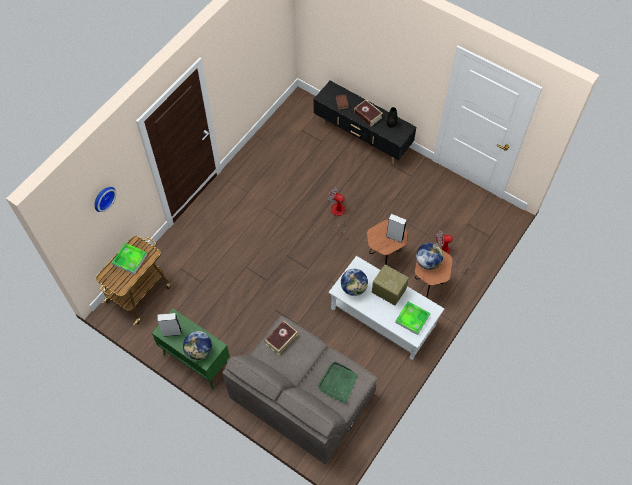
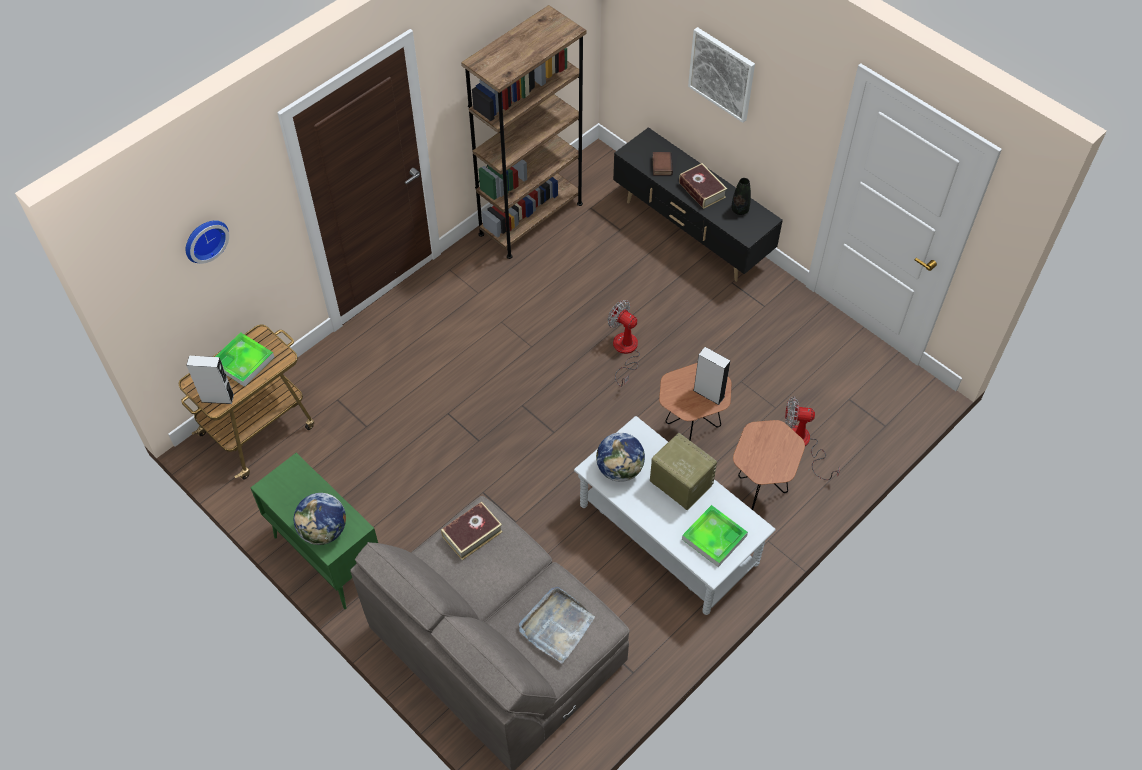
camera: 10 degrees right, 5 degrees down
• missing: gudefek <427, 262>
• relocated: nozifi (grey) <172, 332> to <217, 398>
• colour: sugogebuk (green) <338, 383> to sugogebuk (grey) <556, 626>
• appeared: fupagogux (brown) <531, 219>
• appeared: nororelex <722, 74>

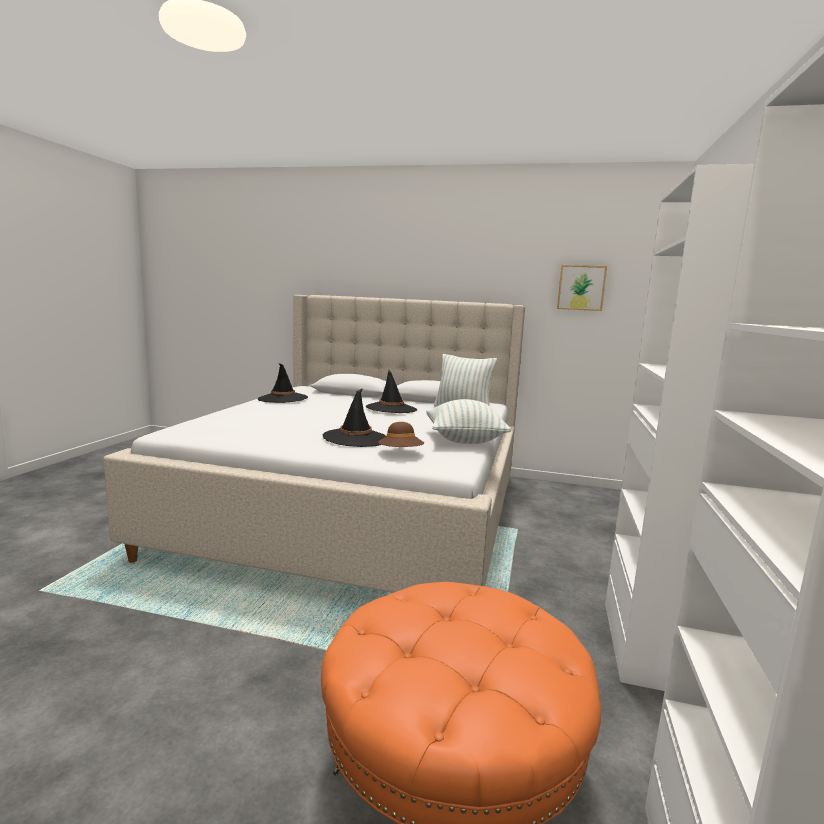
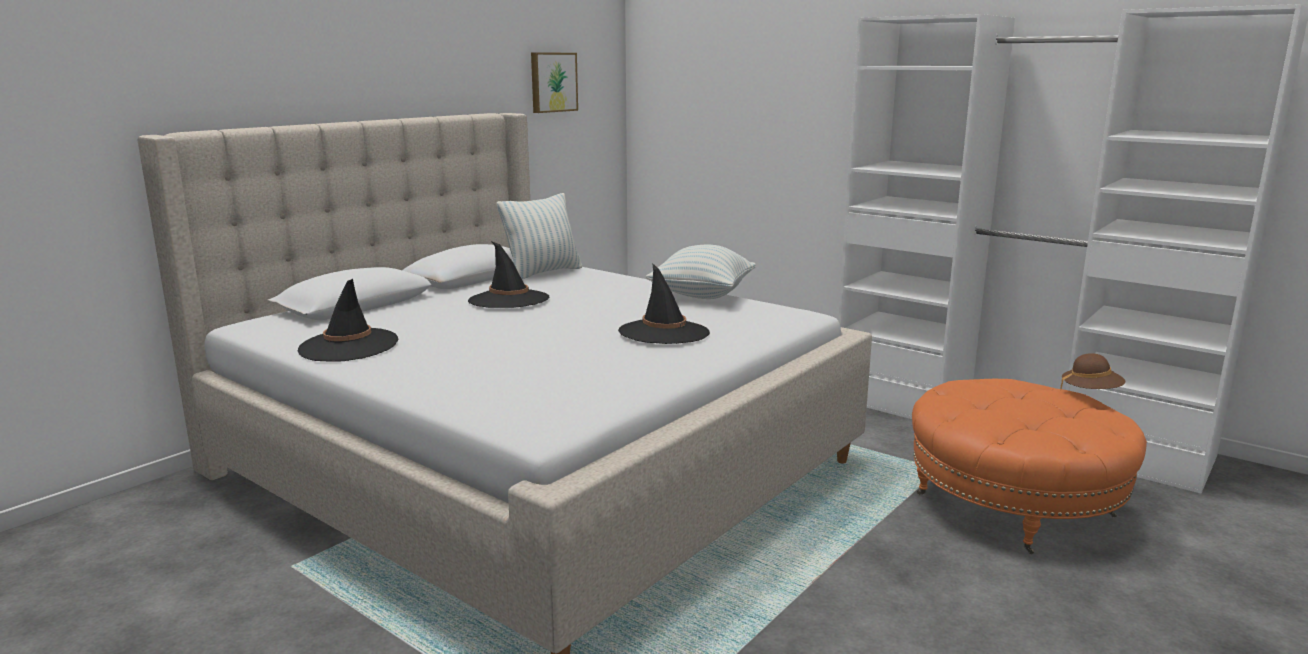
camera: 65 degrees left, 5 degrees up
• relocated: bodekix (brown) <400, 453> to <1090, 392>

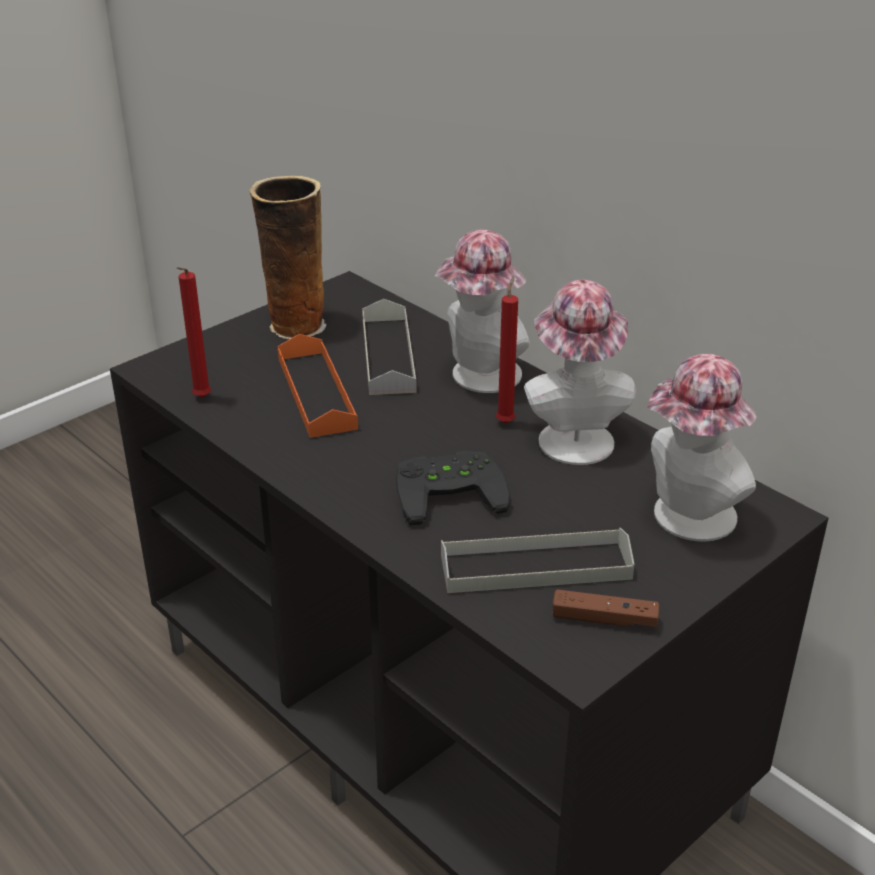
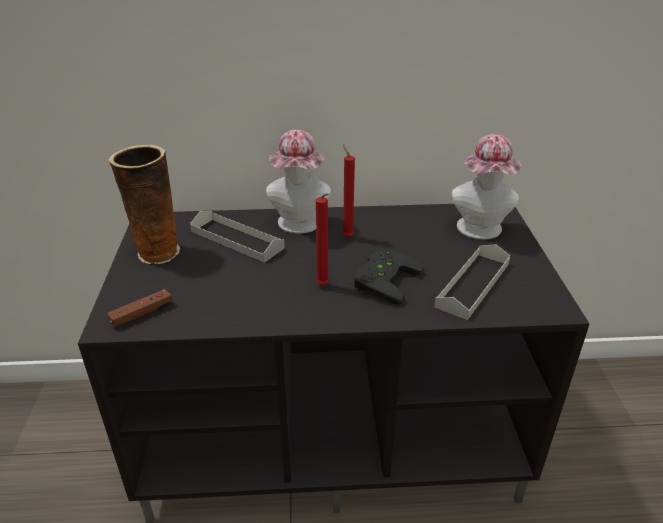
camera: 50 degrees left, 0 degrees up
• relocated: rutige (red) <200, 399> to <323, 286>
• missing: bodekix <573, 436>
• missing: sugogebuk (orange) <316, 392>
• relocated: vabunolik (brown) <604, 619> to <142, 313>

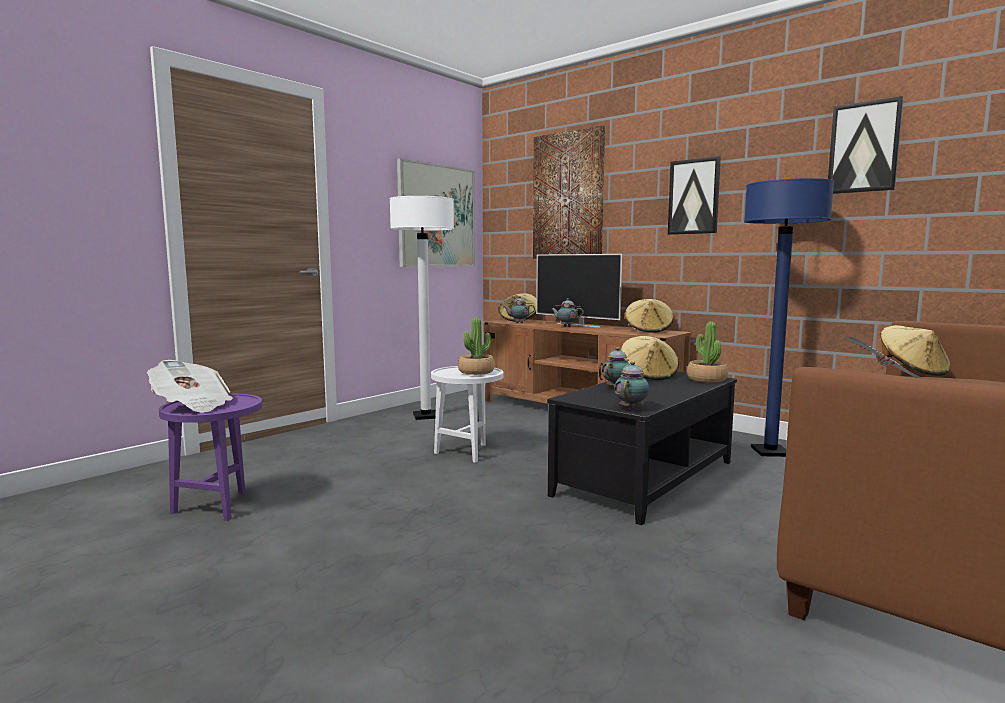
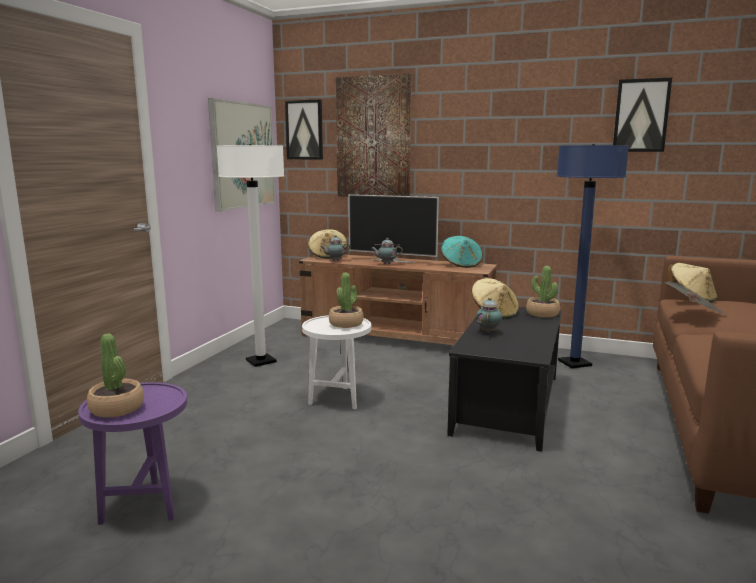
camera: 20 degrees left, 5 degrees up
• relocated: nororelex <694, 197> to <304, 130>
• colour: bodekix (beige) <648, 330> to bodekix (turquoise) <461, 264>
• exchanged: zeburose <192, 405> to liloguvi <117, 408>
• missing: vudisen <632, 408>

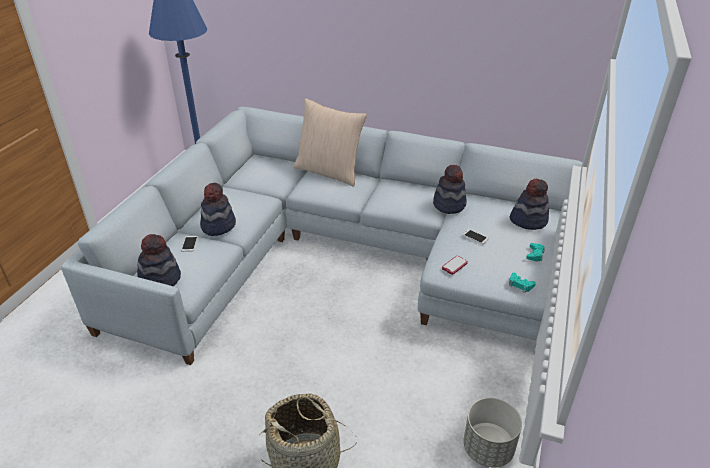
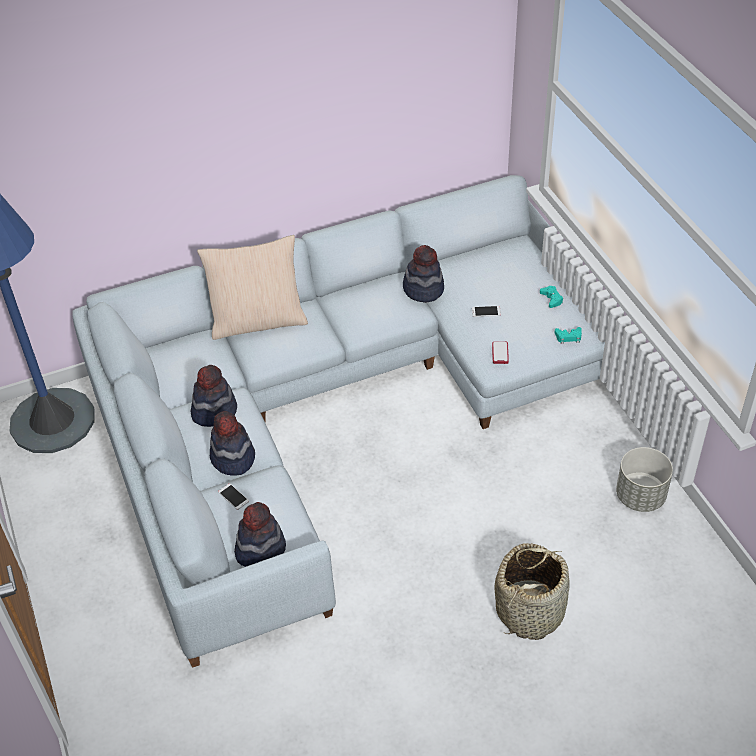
camera: 40 degrees left, 10 degrees up
• relocated: bodekix <528, 220> to <214, 411>

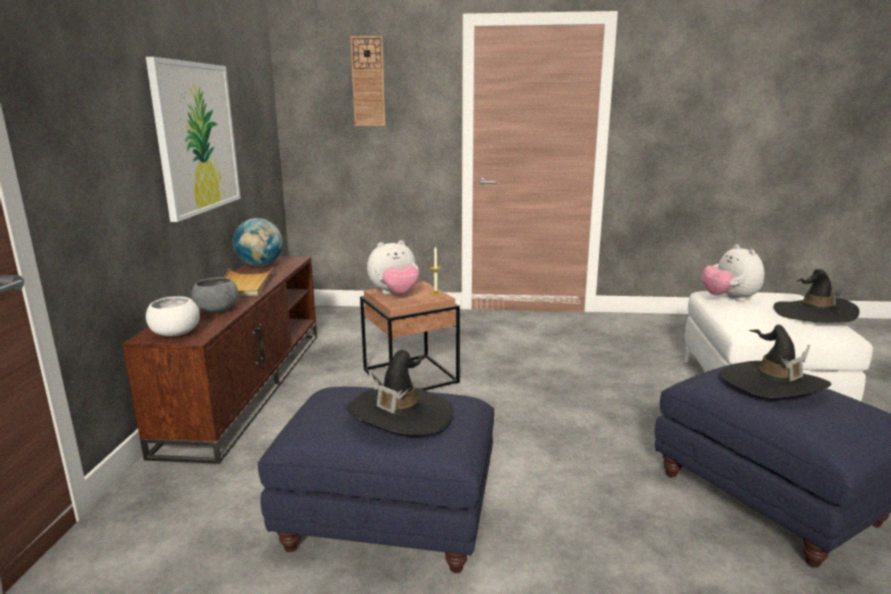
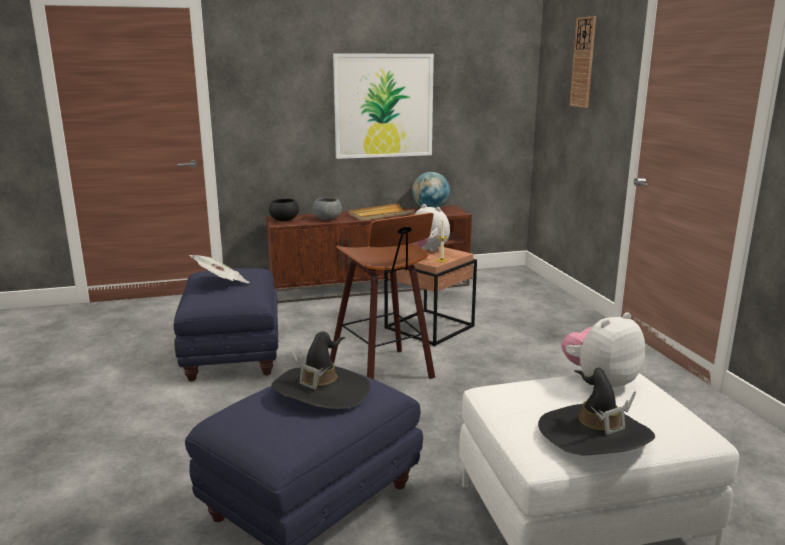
camera: 70 degrees right, 0 degrees up
• colour: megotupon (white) <175, 333> to megotupon (black) <284, 220>
• exchanged: bodekix (black) <400, 414> to zeburose <222, 283>
• appeared: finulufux <385, 374>

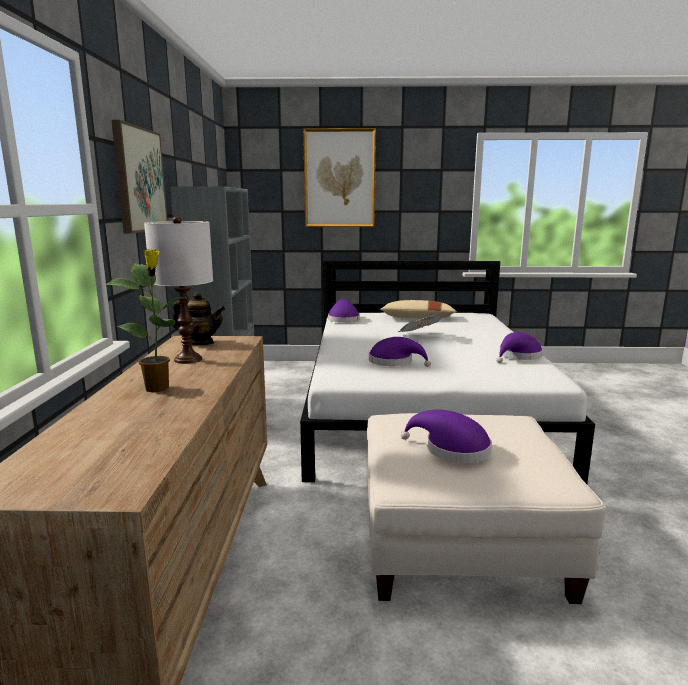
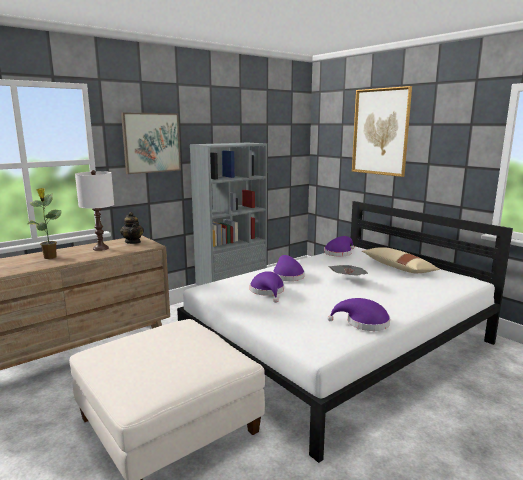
camera: 50 degrees right, 0 degrees up
• relocated: bodekix (purple) <451, 449> to <287, 276>

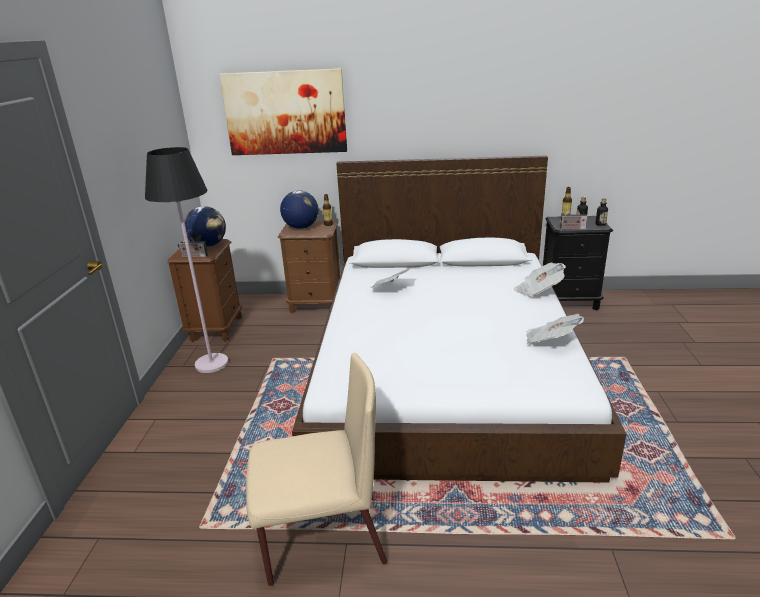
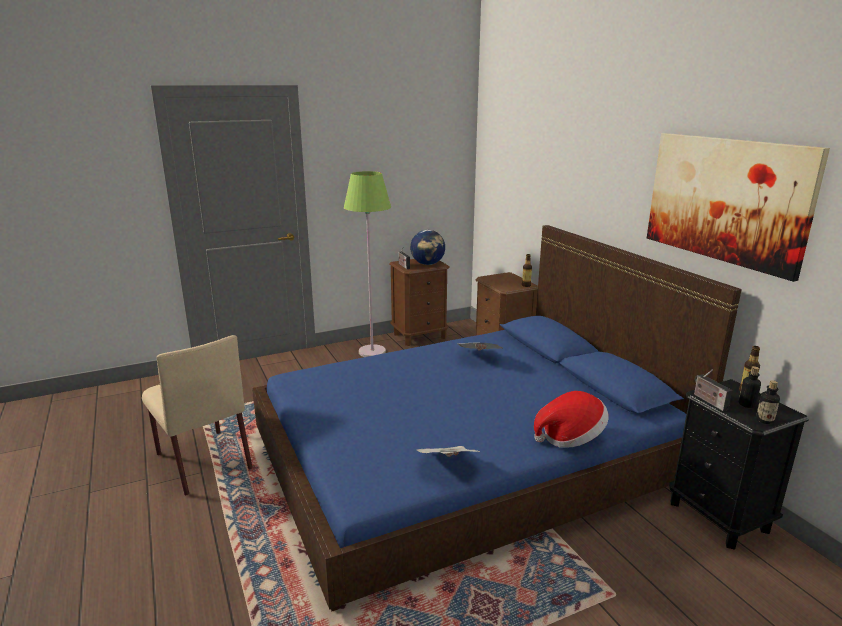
camera: 60 degrees right, 5 degrees down
• relocated: nororelex <285, 113> to <726, 200>
• colour: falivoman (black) <212, 363> to falivoman (green) <372, 352>
• colour: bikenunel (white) <445, 364> to bikenunel (blue) <466, 455>
• missing: gudefek <301, 227>
• exchanged: zeburose <538, 291> to bodekix <570, 437>

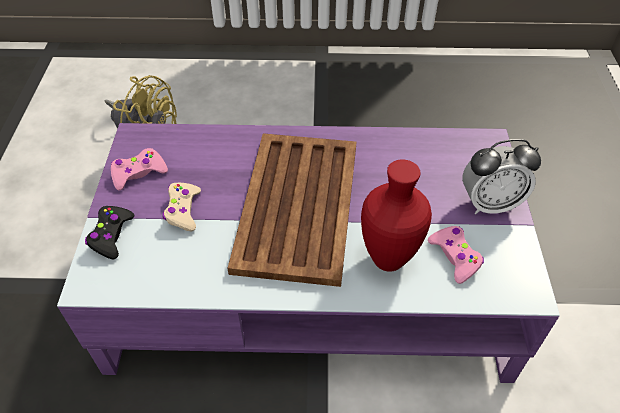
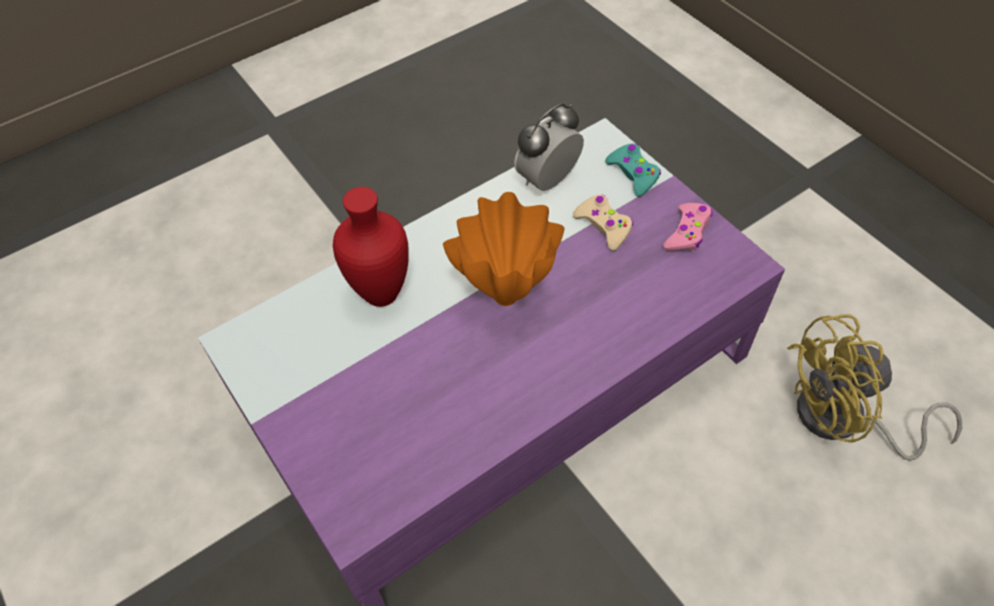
camera: 145 degrees right, 5 degrees up
• exchanged: sugogebuk (brown) <298, 204> to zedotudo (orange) <508, 296>
• relocated: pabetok <489, 204> to <548, 180>
• colour: vabunolik (black) <111, 236> to vabunolik (turquoise) <633, 174>
• missing: vabunolik (pink) <455, 257>

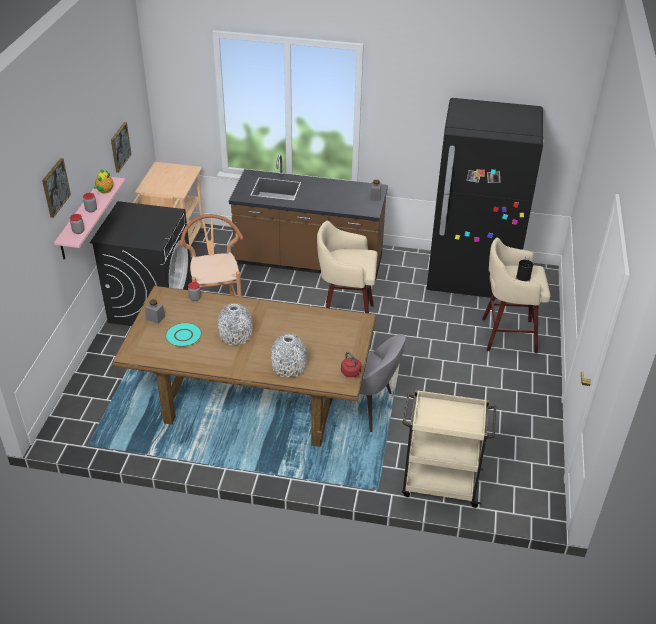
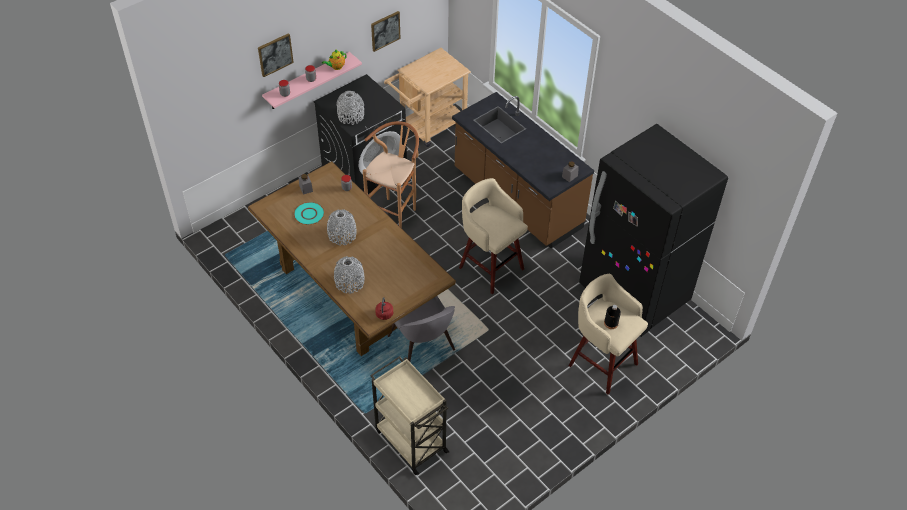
camera: 40 degrees right, 10 degrees up
• appeared: zedotudo (grey) <351, 116>

